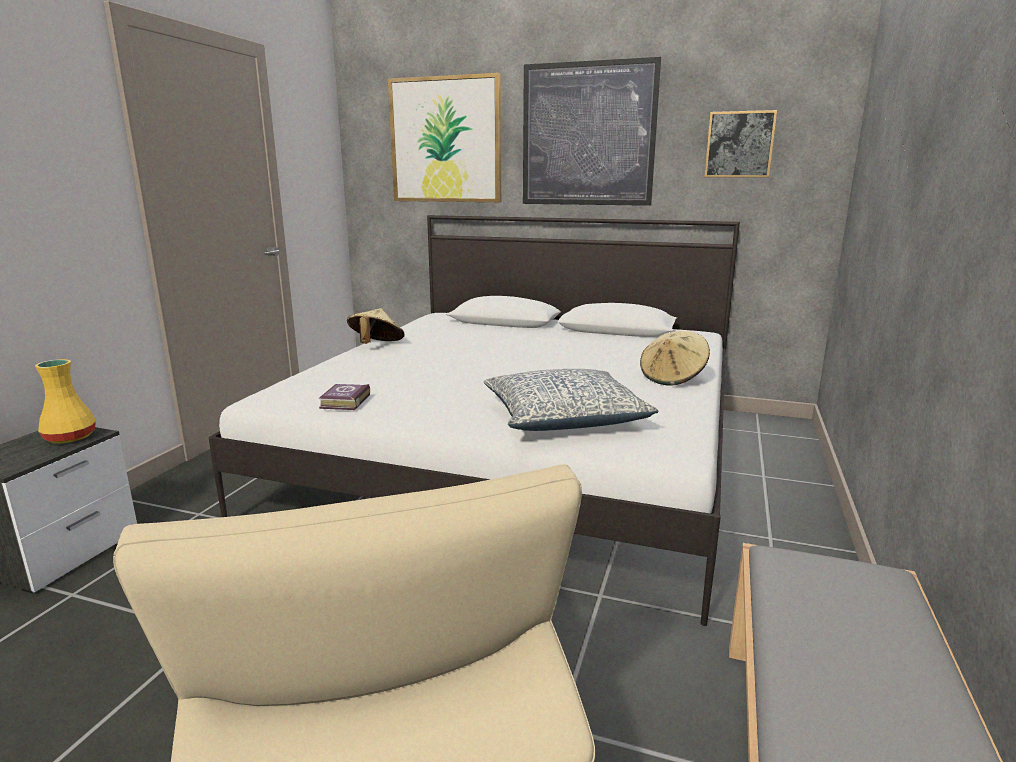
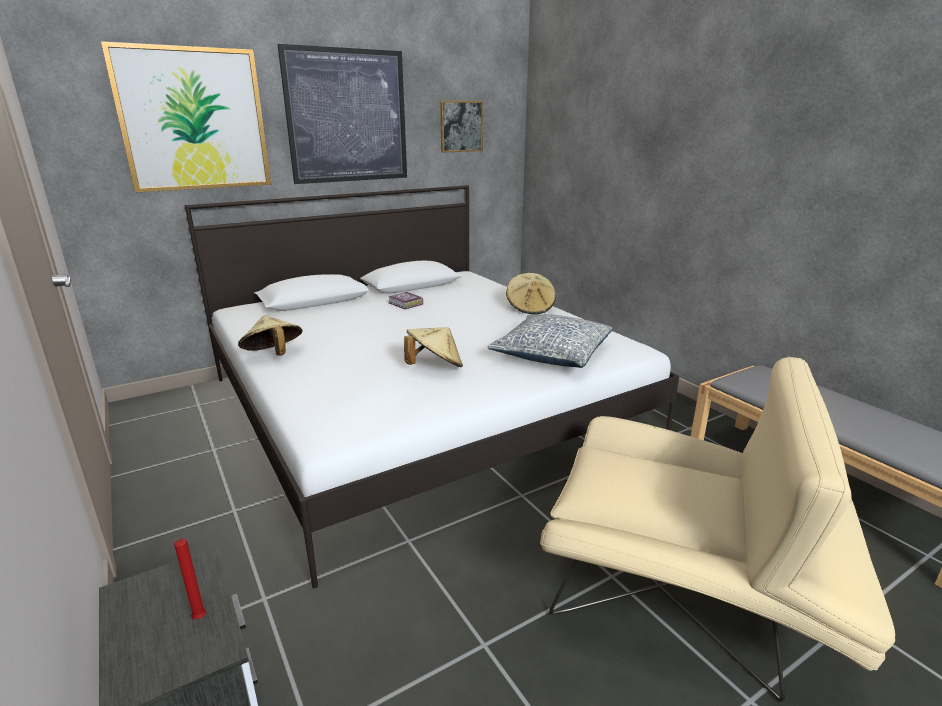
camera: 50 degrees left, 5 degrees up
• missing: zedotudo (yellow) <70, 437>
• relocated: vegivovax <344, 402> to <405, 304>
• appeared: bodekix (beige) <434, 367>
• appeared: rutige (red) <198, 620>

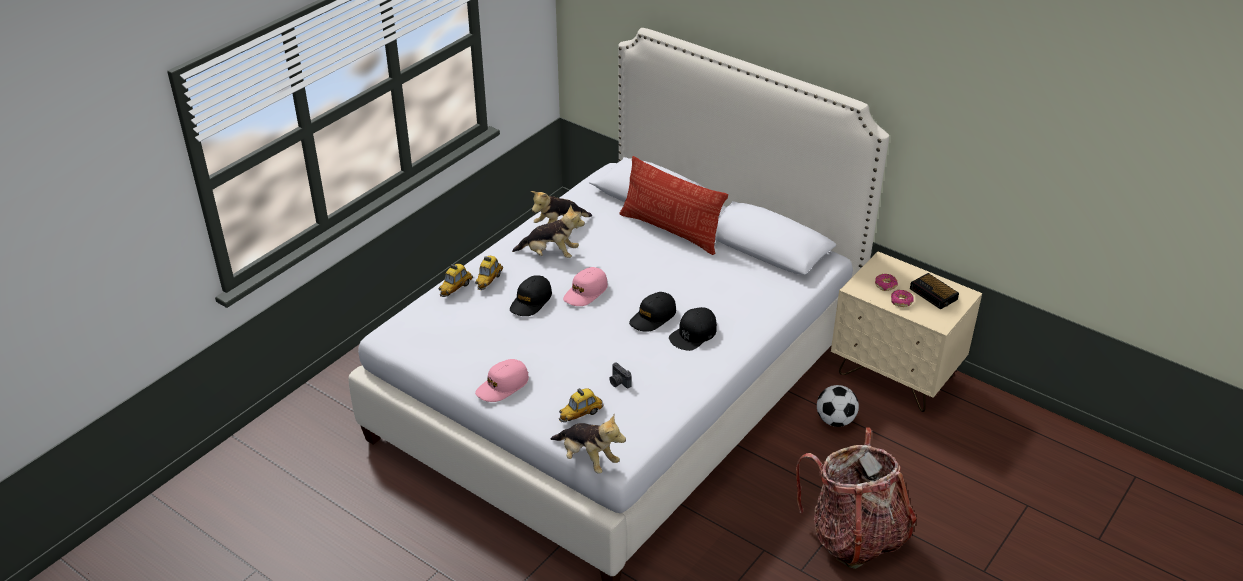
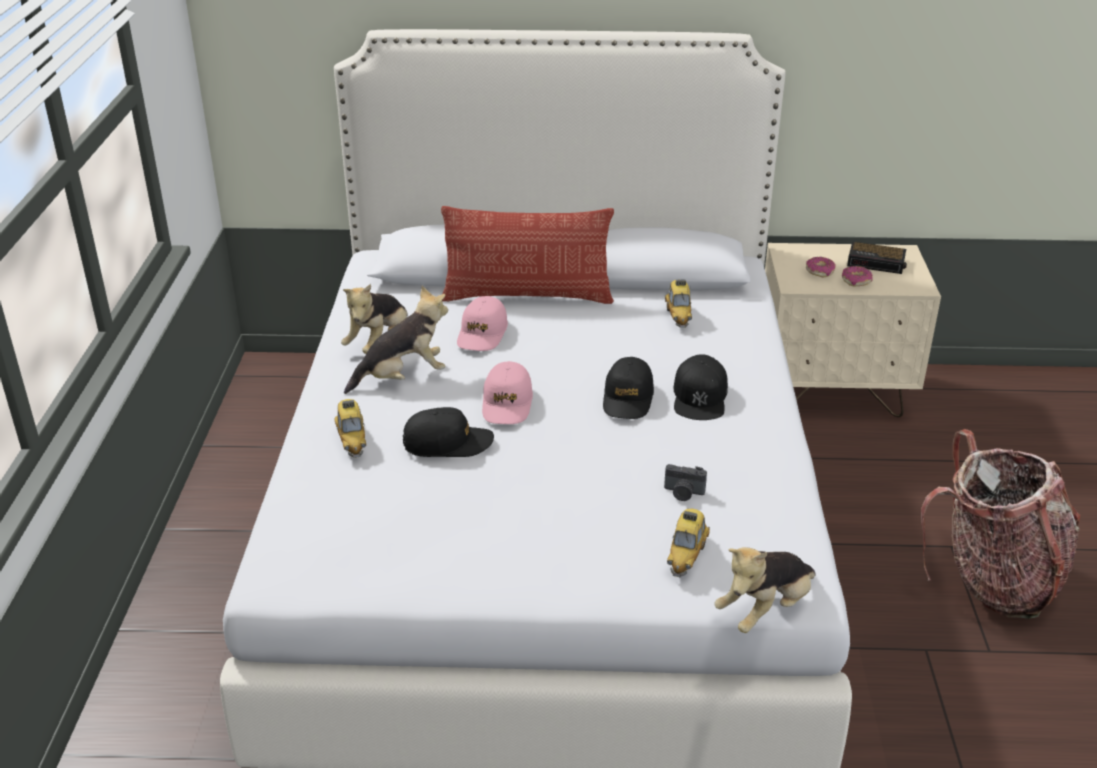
camera: 35 degrees left, 5 degrees down
• relocated: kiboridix <455, 288> to <678, 316>
• spun: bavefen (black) <531, 301> = <447, 443> 90 degrees counterclockwise
• relocated: bavefen (pink) <502, 386> to <482, 334>
• missing: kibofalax <835, 420>
• spun: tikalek <587, 458> = <765, 610> 135 degrees clockwise

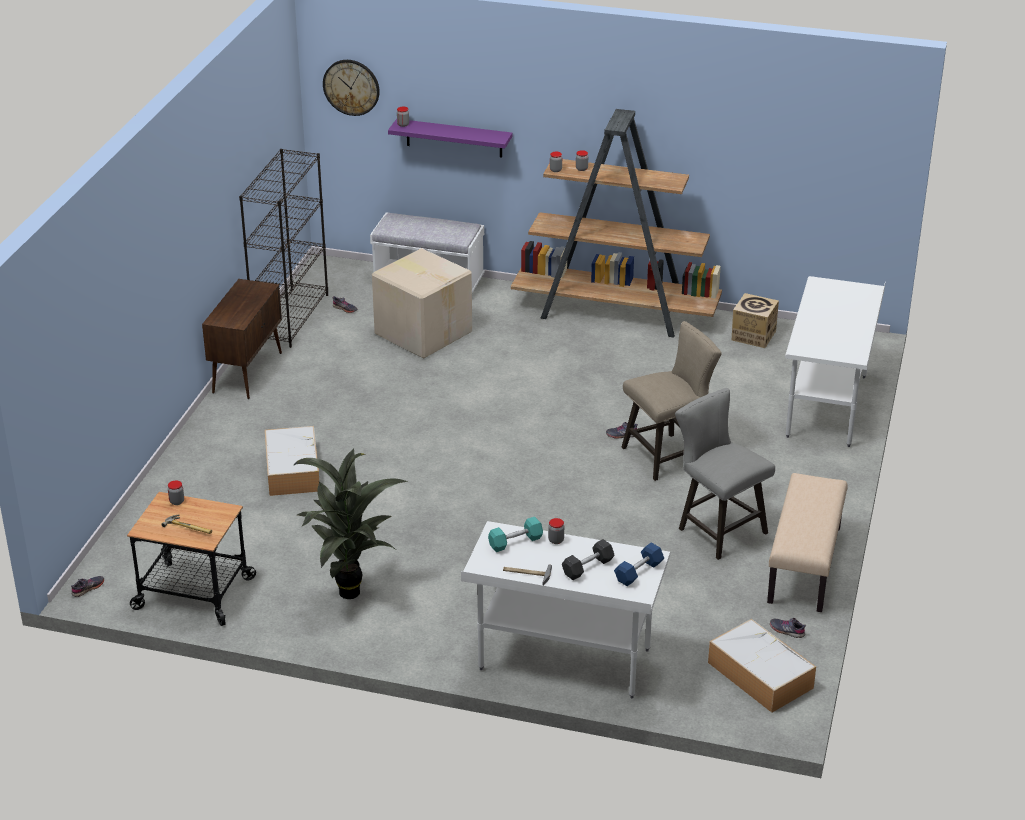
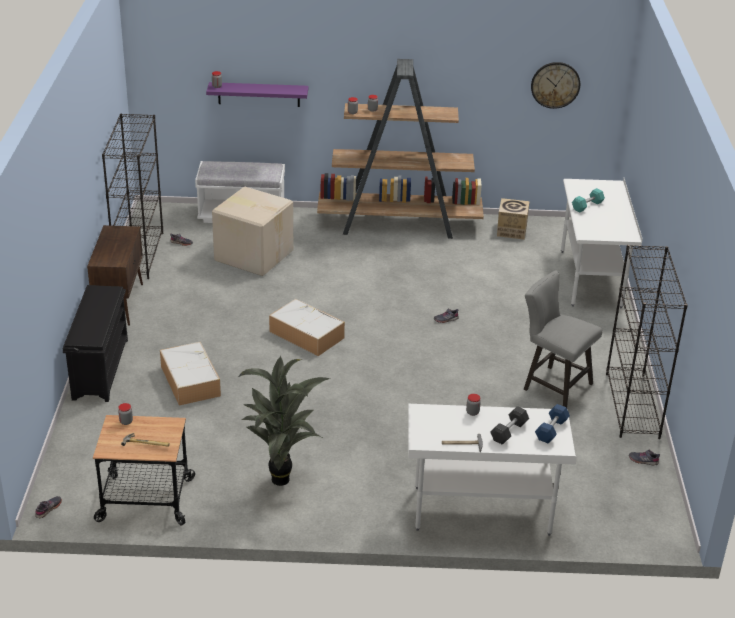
camera: 15 degrees left, 0 degrees up
• relocated: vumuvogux <351, 87> to <555, 85>
• missing: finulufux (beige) <667, 455>
• exchanged: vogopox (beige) <805, 565> to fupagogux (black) <632, 406>
• relocated: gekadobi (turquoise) <515, 542> to <587, 206>
• relocated: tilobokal <759, 674> to <305, 334>
• appeared: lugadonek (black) <100, 368>

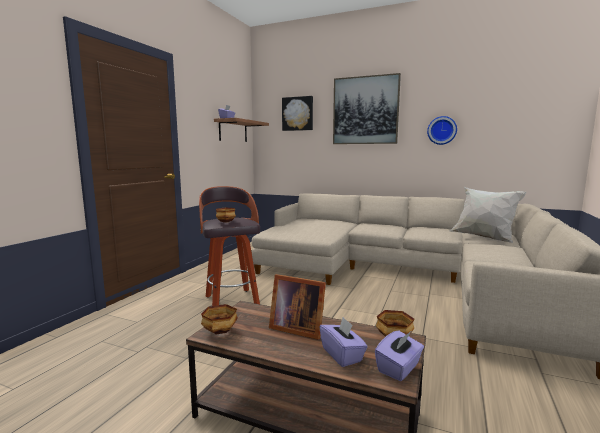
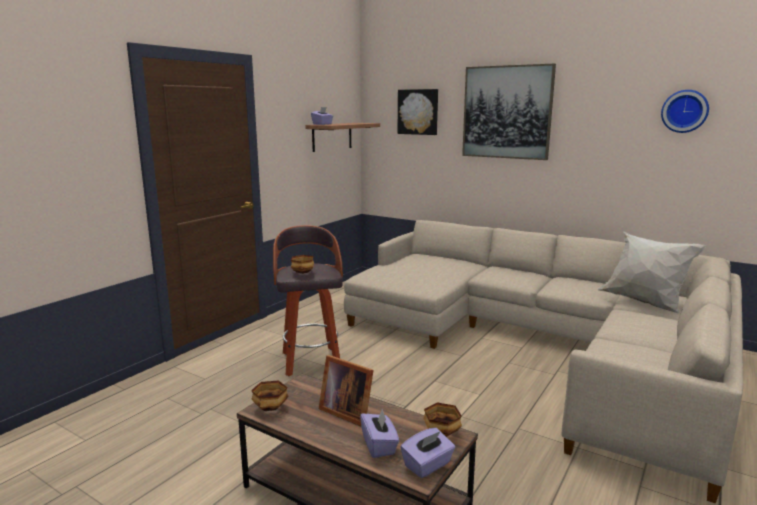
camera: 10 degrees right, 5 degrees up
• relocated: vumuvogux <442, 130> to <684, 111>

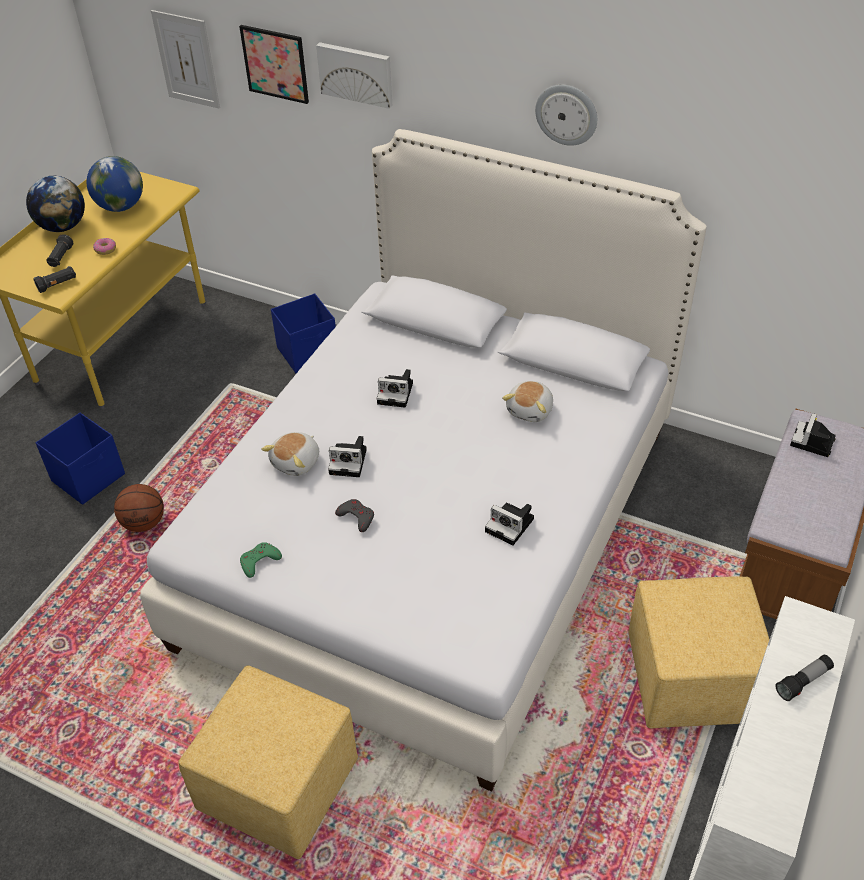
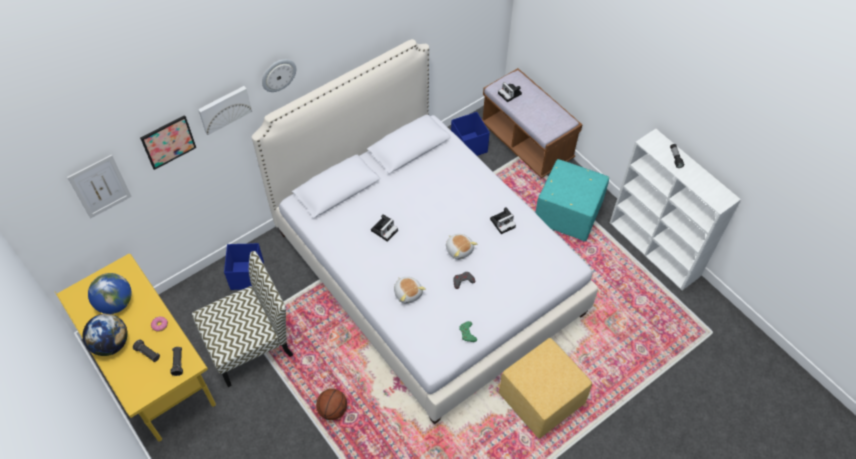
camera: 65 degrees left, 10 degrees up
• relocated: vumuvogux <567, 114> to <278, 74>
• relocated: tikalek <531, 410> to <459, 249>
• relocated: tilobokal (blue) <89, 477> to <469, 146>
• missing: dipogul <350, 461>
• colour: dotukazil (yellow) <693, 680> to dotukazil (turquoise) <568, 214>
• appeared: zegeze <250, 345>

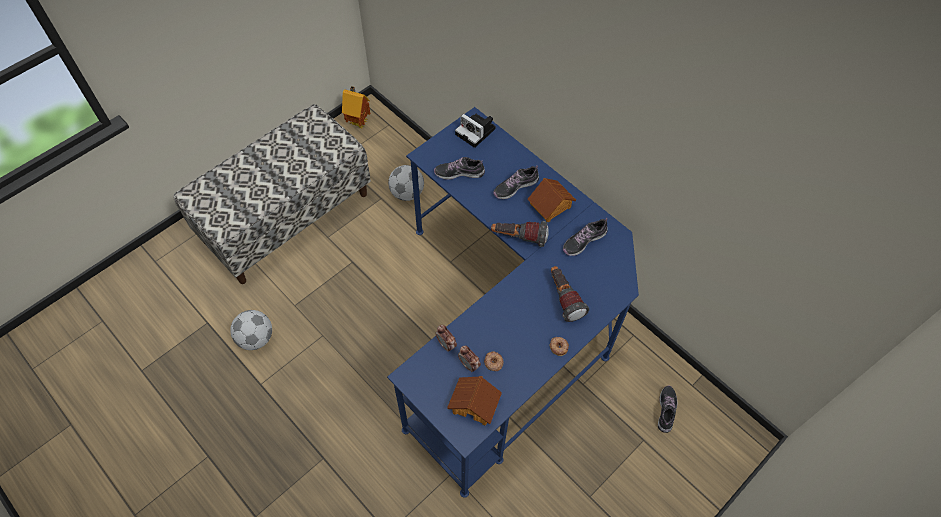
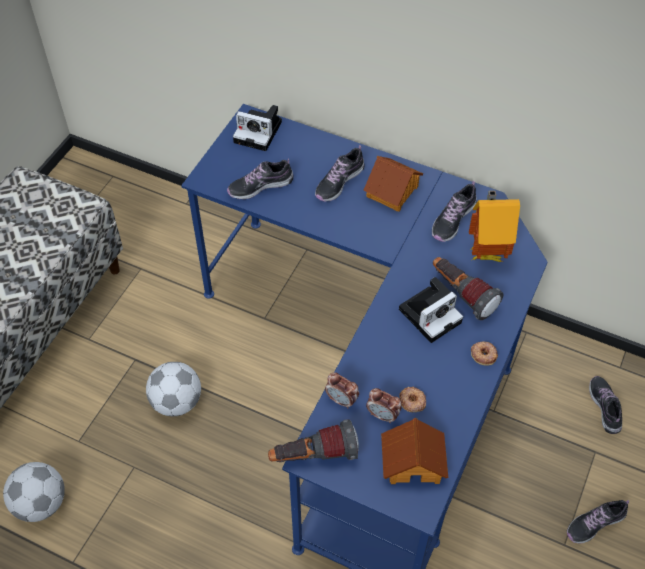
camera: 20 degrees left, 5 degrees down
• relocated: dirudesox <358, 122> to <486, 252>
• relocated: kibofalax <407, 193> to <176, 402>
• relocated: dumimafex <518, 238> to <313, 456>
• appeared: dipogul <431, 314>
• appeared: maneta <594, 523>

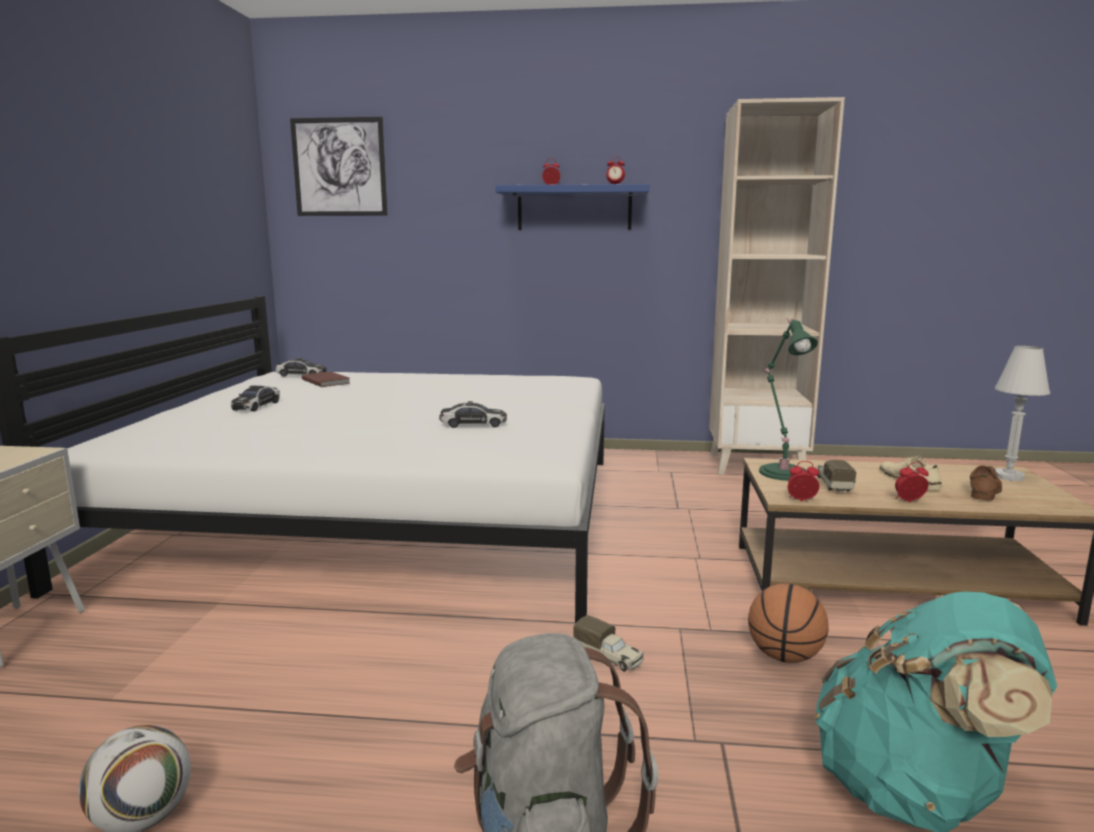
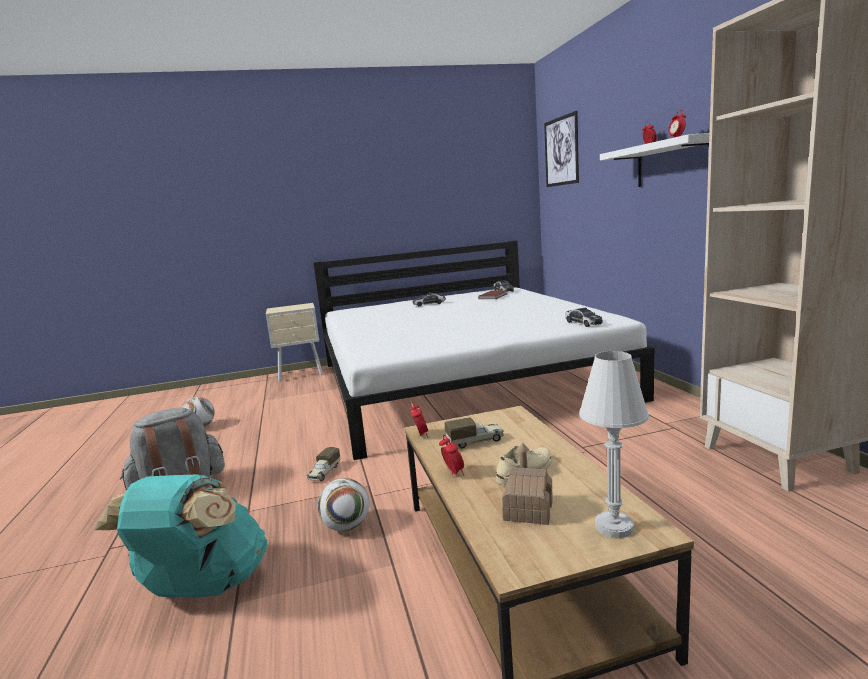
camera: 70 degrees right, 0 degrees up
• colour: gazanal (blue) <574, 208> to gazanal (white) <673, 163>
• missing: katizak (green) <781, 471>
• relocated: kiboridix <473, 424> to <583, 323>
• exchanged: maneta (brown) <984, 491> to dirudesox <528, 510>
• exchanged: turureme <785, 656> to kibofalax <346, 526>

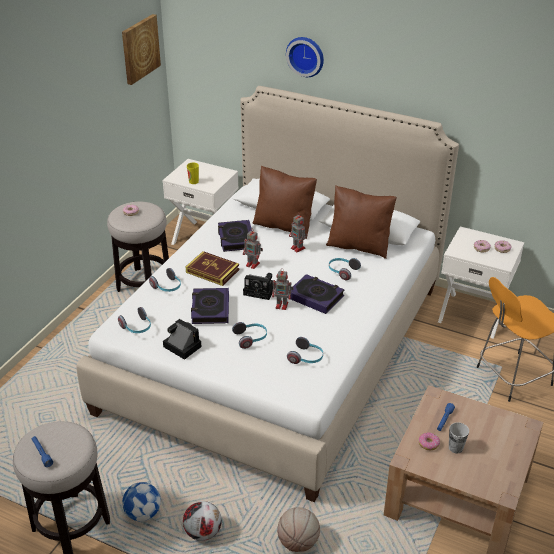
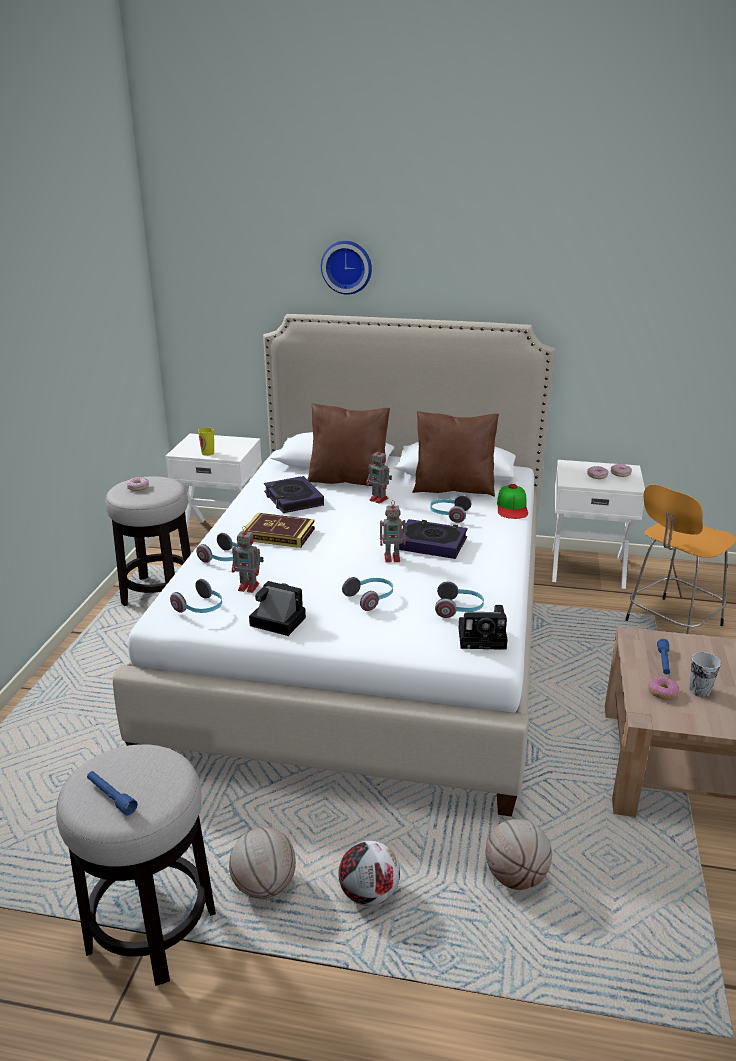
camera: 15 degrees left, 10 degrees down
• missing: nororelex <140, 49>
• relocated: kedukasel <253, 264> to <249, 587>
• relocated: dipogul <261, 291> to <484, 638>
• missing: vegivovax <210, 309>
• exchanged: kibofalax <143, 513> to turureme <264, 886>
• appeared: bavefen <512, 507>

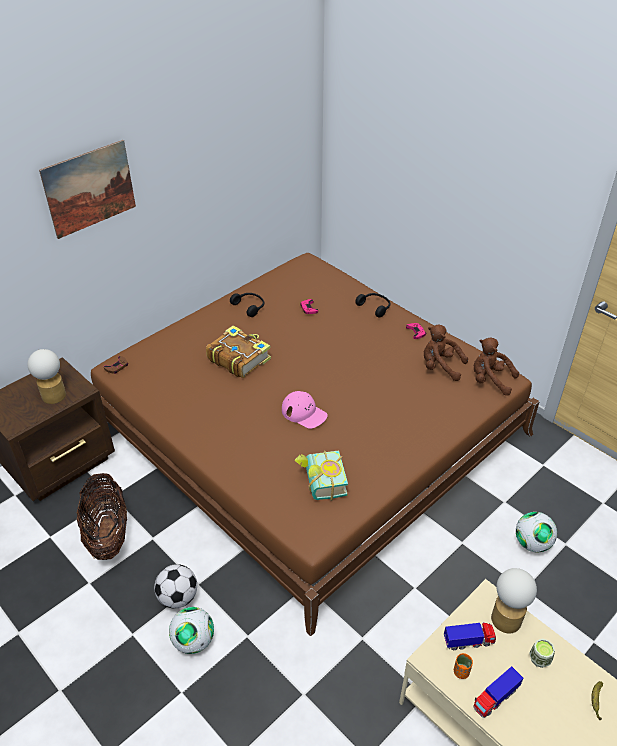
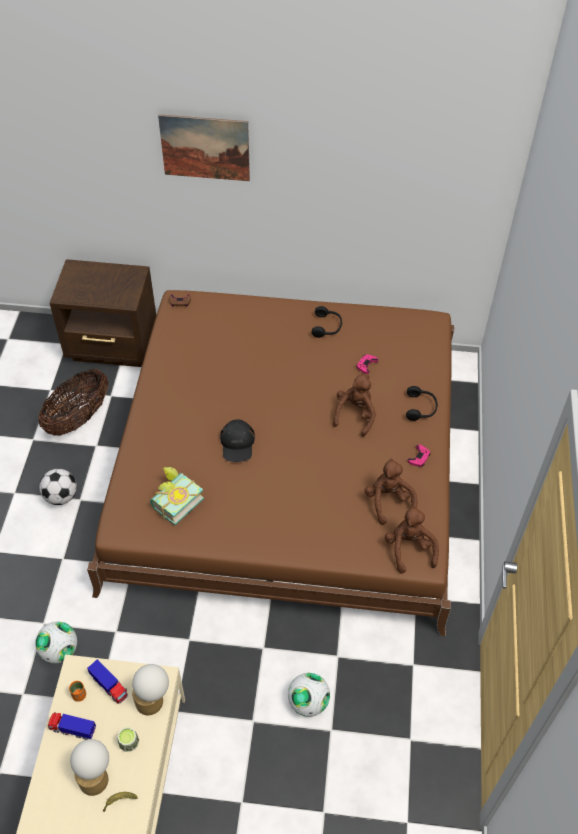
camera: 50 degrees right, 10 degrees up
• missing: vegivovax <238, 358>
• relocated: katizak <53, 393> to <96, 776>
• colour: bavefen (pink) <304, 413> to bavefen (black) <237, 443>
• relocated: kibofalax <194, 641> to <60, 650>
• appeared: tikalek (brown) <355, 415>

